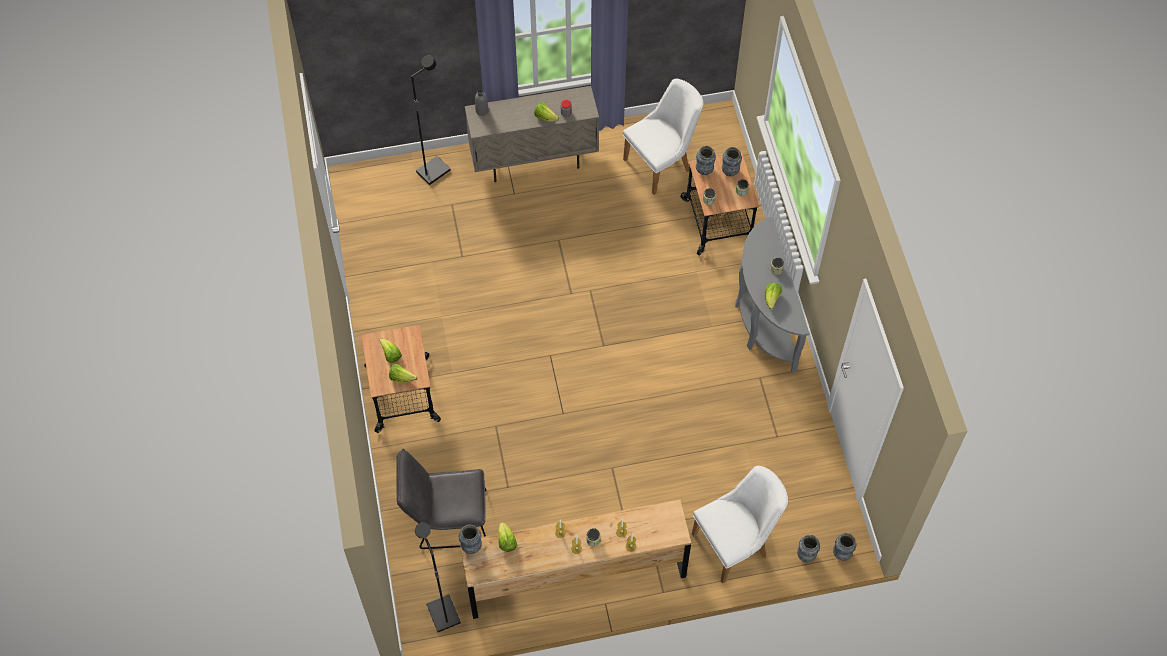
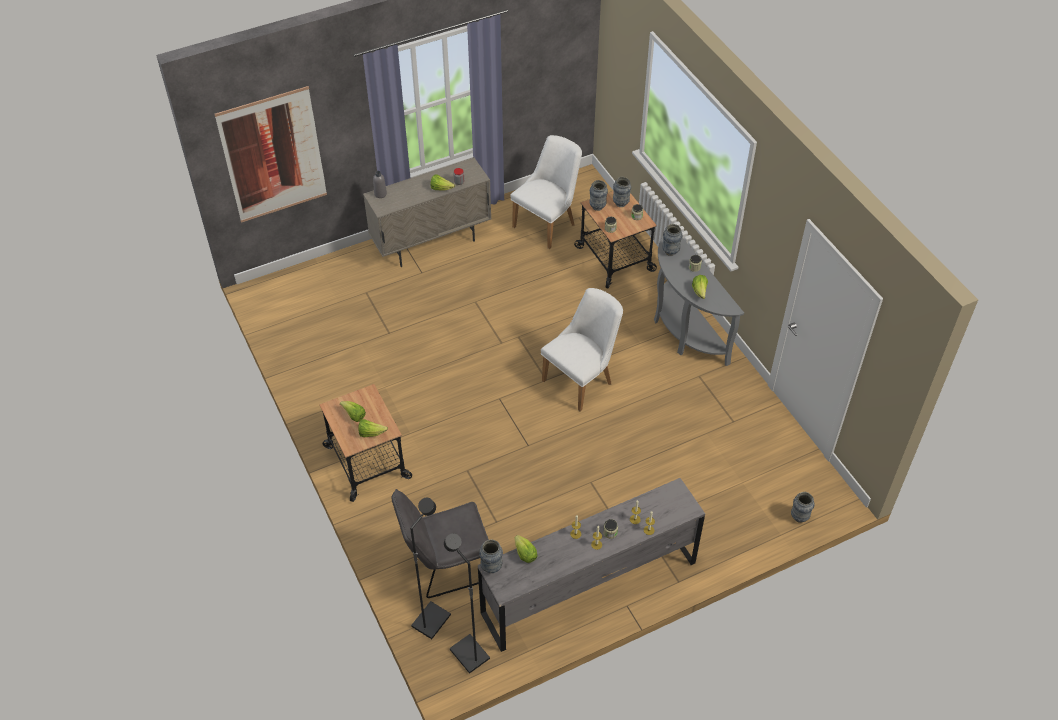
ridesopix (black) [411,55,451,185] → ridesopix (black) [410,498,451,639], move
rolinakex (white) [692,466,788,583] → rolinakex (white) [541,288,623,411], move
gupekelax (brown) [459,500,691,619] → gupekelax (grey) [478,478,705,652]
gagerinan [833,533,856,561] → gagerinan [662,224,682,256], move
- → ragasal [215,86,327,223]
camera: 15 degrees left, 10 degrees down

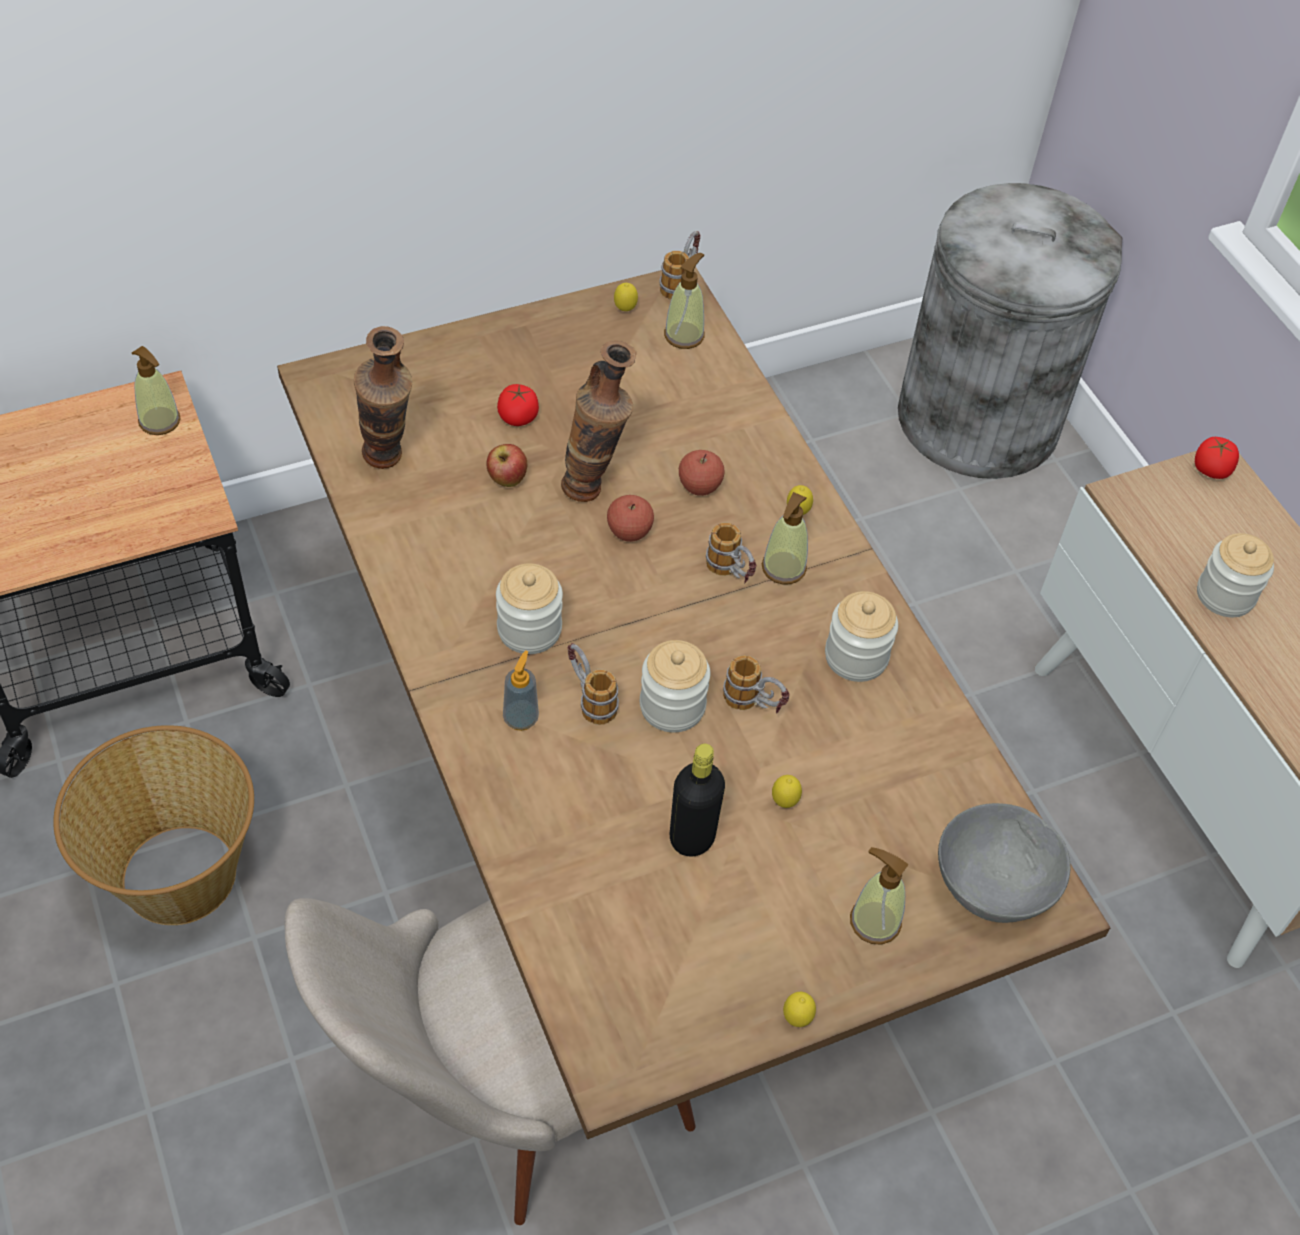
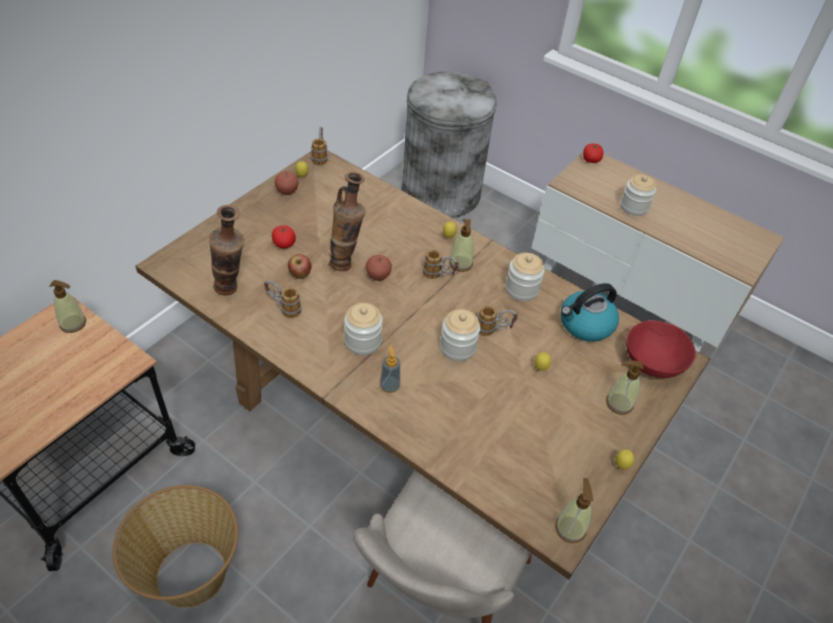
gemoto [664,253,705,349] → gemoto [555,478,593,543], move
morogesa [679,450,725,496] → morogesa [275,171,299,195], move
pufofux [568,643,619,725] → pufofux [264,280,301,318], move
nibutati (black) [670,744,725,857] → -
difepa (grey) [938,803,1070,923] → difepa (red) [626,320,696,378]
- → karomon [561,283,619,342]
camera: 30 degrees left, 5 degrees down

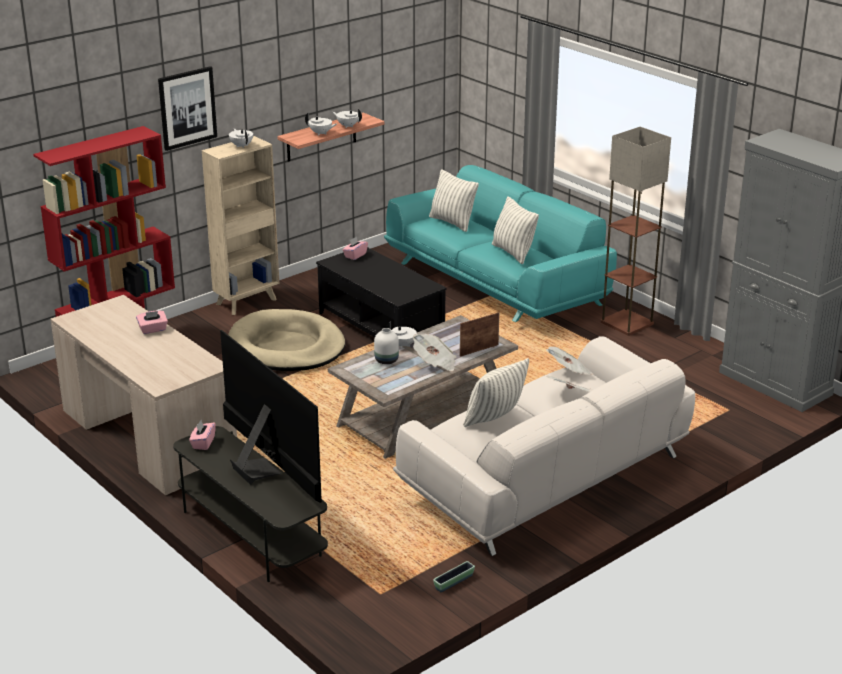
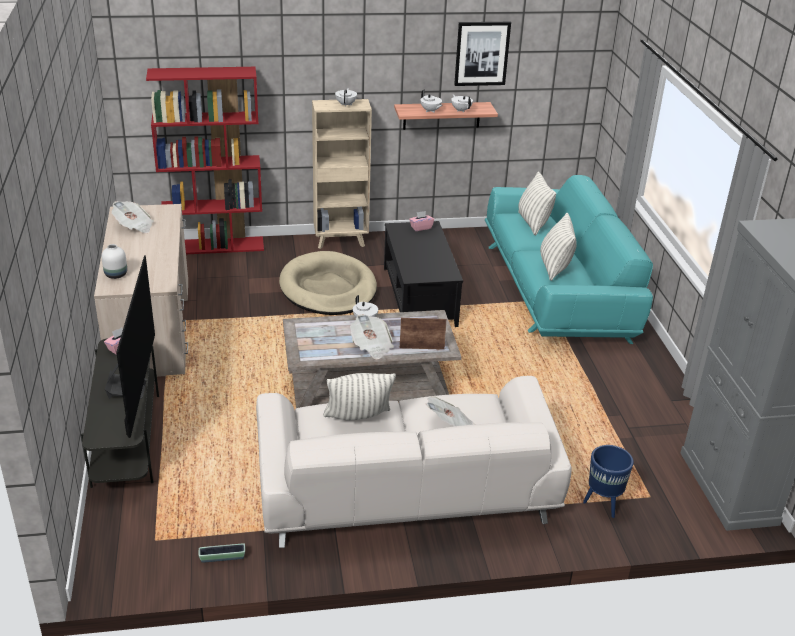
ragasal [158,66,217,151] → ragasal [454,22,511,86], move
ridesopix [601,127,671,336] → -
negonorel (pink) [136,310,168,334] → -
gagerinan (white) [374,328,399,364] → gagerinan (white) [101,244,127,279], move
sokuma [546,346,593,375] → sokuma [111,201,154,234], move
- → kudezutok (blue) [583,445,634,518]
camera: 30 degrees right, 5 degrees up

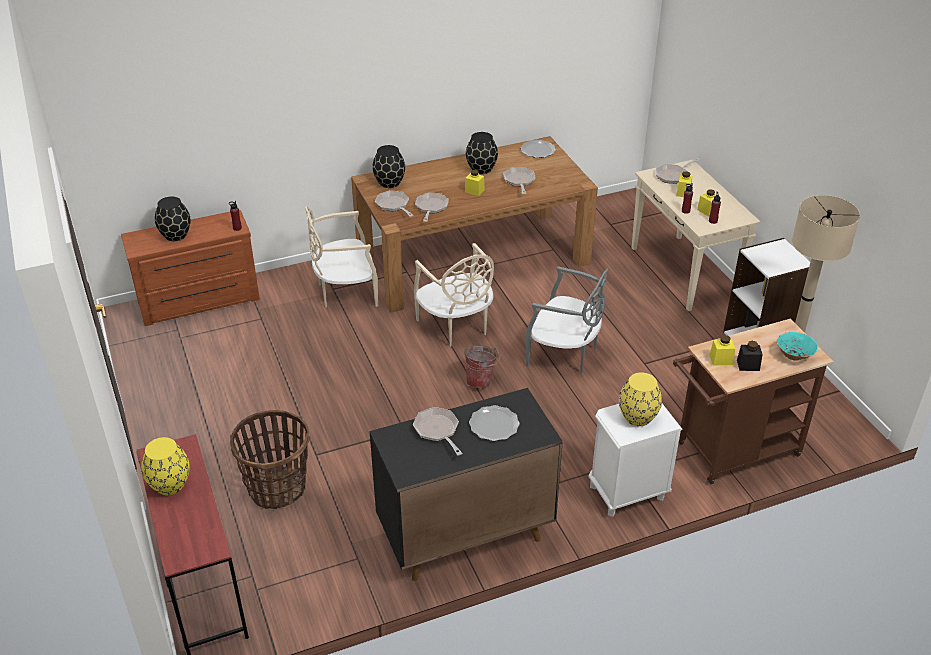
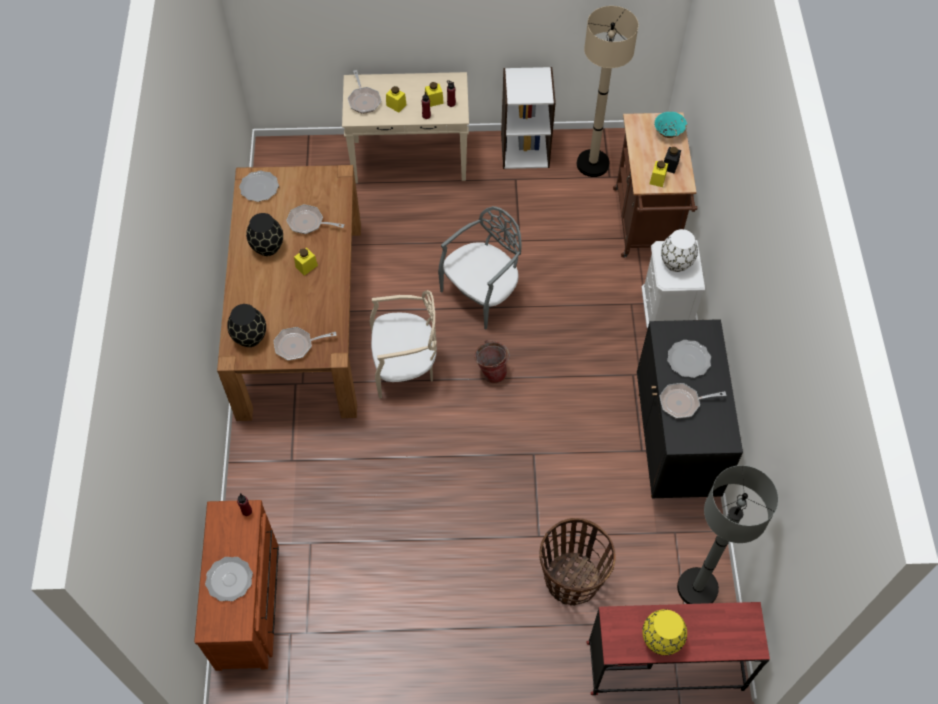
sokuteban [415,192,449,222] → -
gagerinan (black) [155,197,190,241] → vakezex [205,557,253,601]
rolinakex (beige) [305,206,378,307] → -
gagerinan (yellow) [619,372,662,426] → gagerinan (white) [661,229,698,272]
- → ridesopix (grey) [677,465,778,604]
camera: 70 degrees left, 20 degrees up

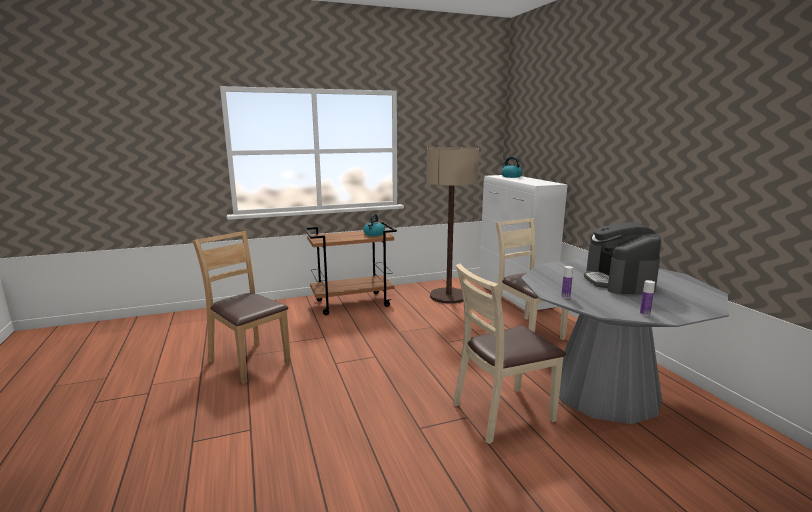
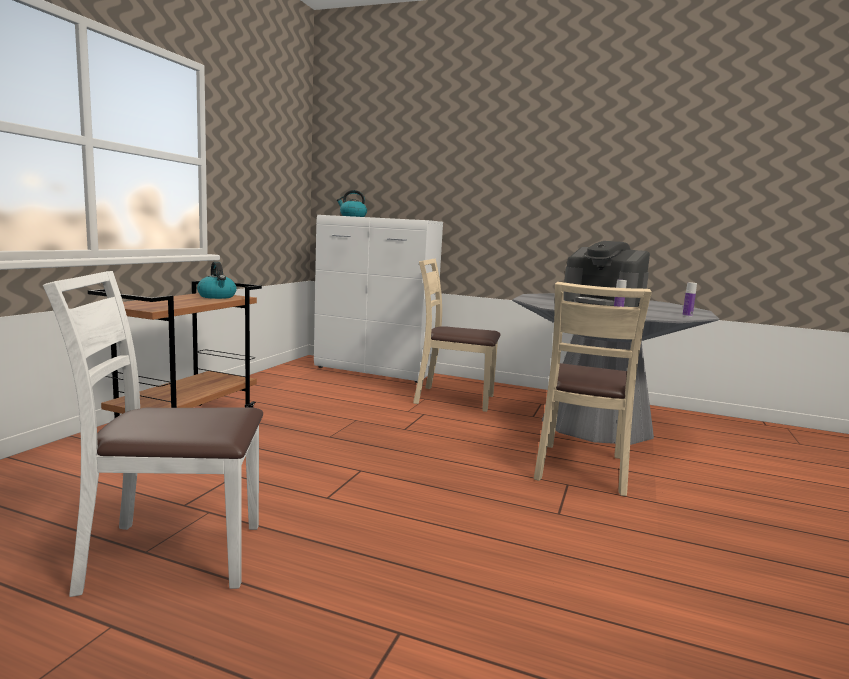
ridesopix [426,147,479,304] → -
rolinakex (brown) [193,231,291,384] → rolinakex (white) [43,271,263,597]
camera: 50 degrees left, 5 degrees down

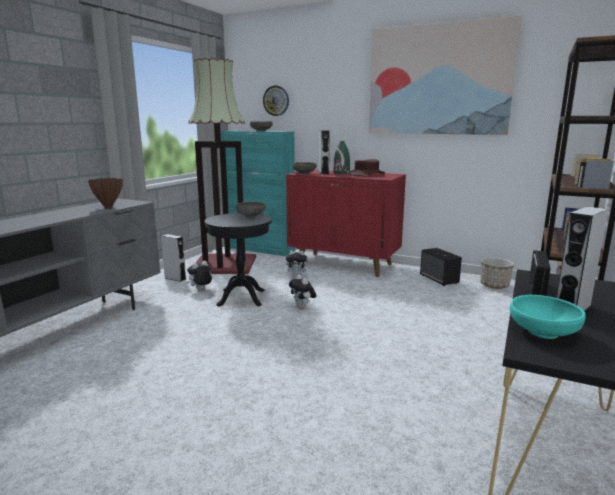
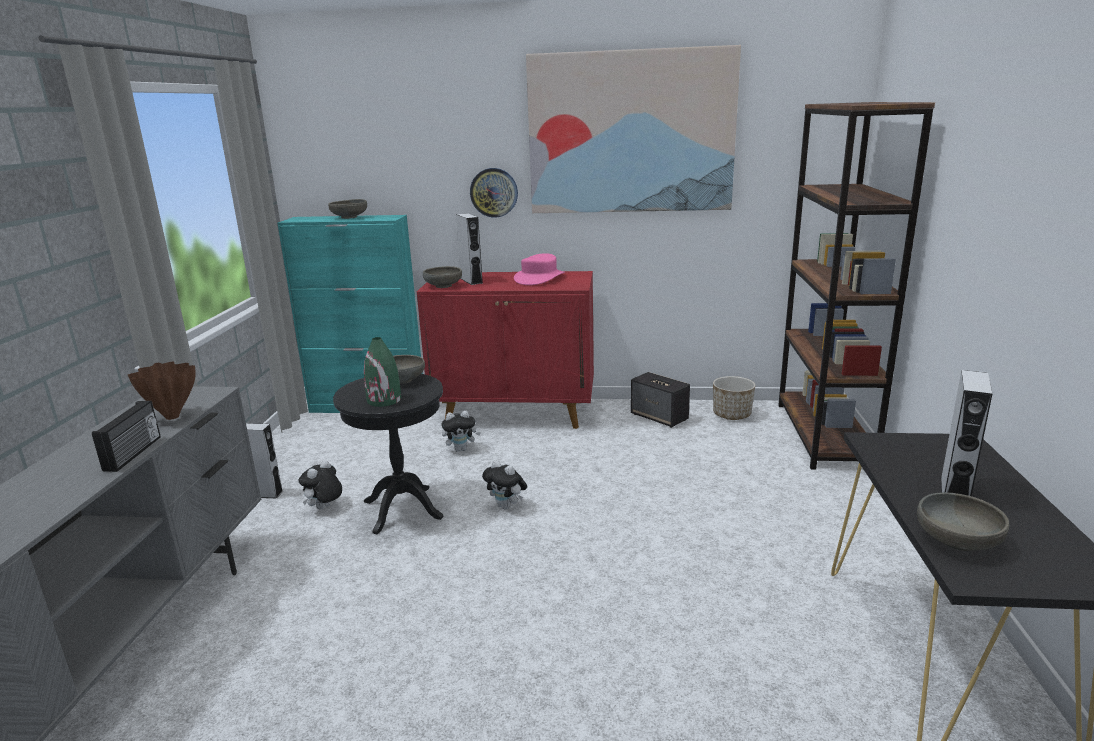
ridesopix [188,58,256,274] → -
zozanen [263,86,289,116] → zozanen [470,168,518,218], move
gagerinan (green) [334,141,350,174] → gagerinan (green) [364,337,401,407], move
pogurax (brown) [348,159,385,176] → pogurax (pink) [514,253,565,285]
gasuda [529,250,551,296] → gasuda [92,401,161,472], move
difepa (turquoise) [510,295,586,339] → difepa (grey) [917,493,1009,551]
camera: 20 degrees left, 5 degrees up

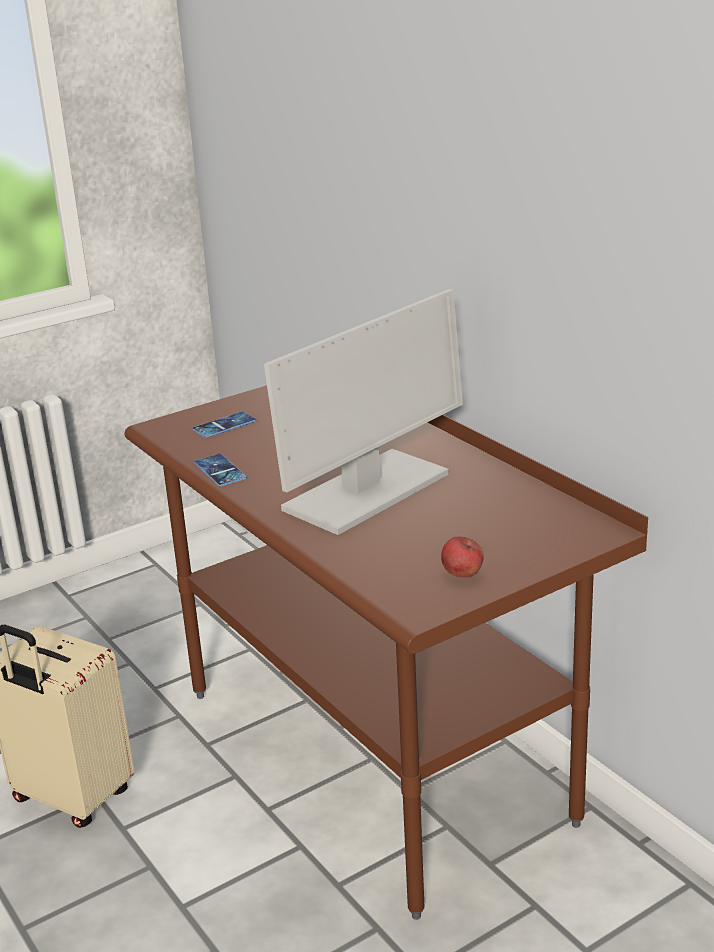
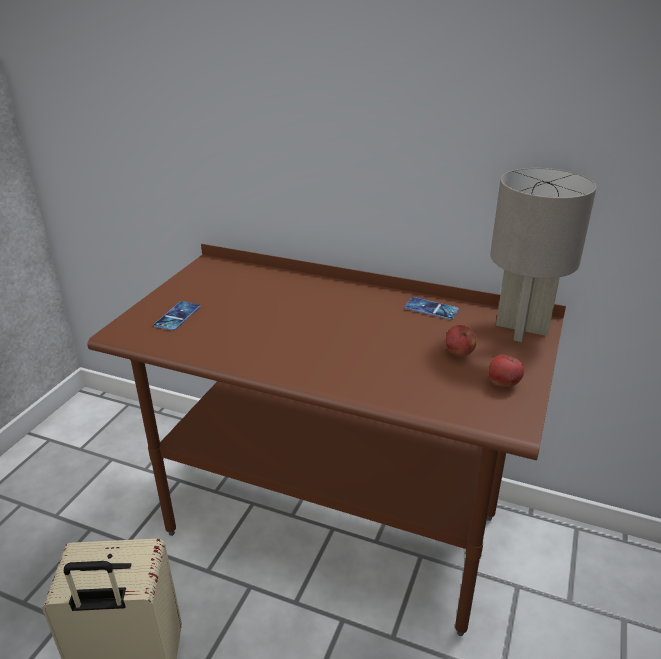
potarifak [264,289,463,535] → -
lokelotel [194,454,247,486] → lokelotel [404,297,459,320], move
- → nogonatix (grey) [490,168,596,342]
- → morogesa [446,325,477,356]
camera: 35 degrees left, 5 degrees up

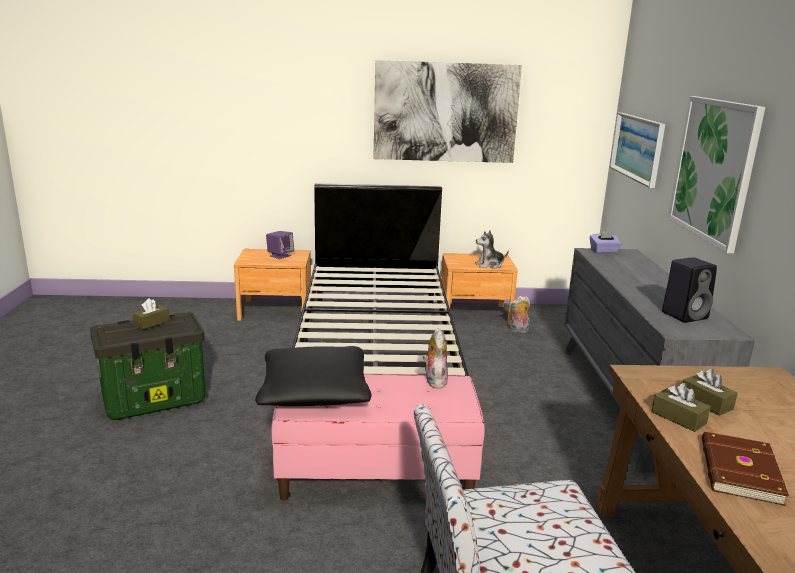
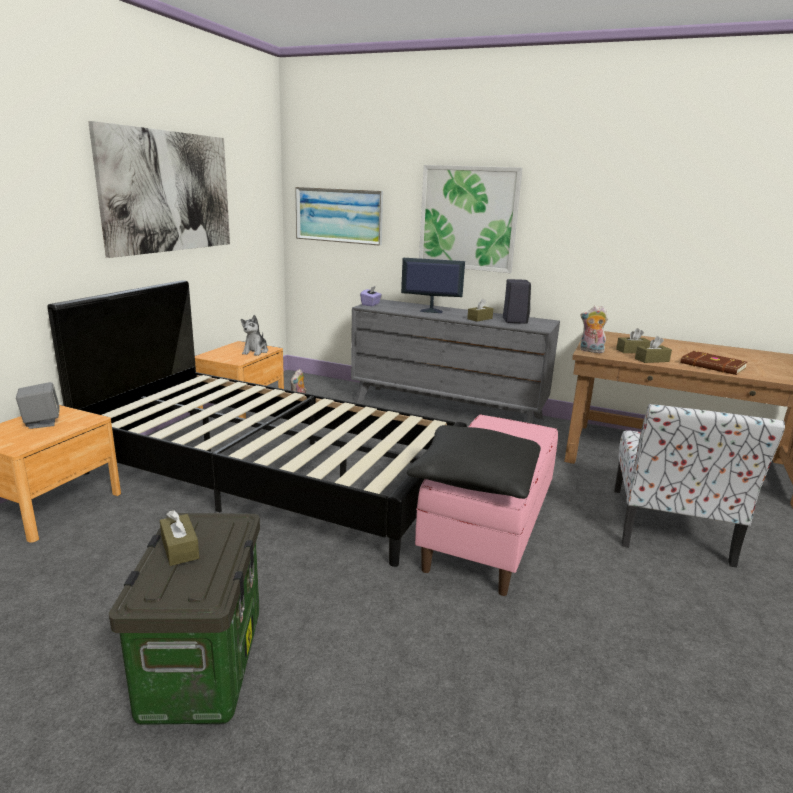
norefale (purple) [266,231,294,259] → norefale (grey) [16,382,60,429]
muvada [423,328,448,389] → muvada [580,305,608,353], move
- → potarifak [401,258,465,313]
- → negonorel (brown) [467,298,493,322]
camera: 65 degrees left, 0 degrees up

